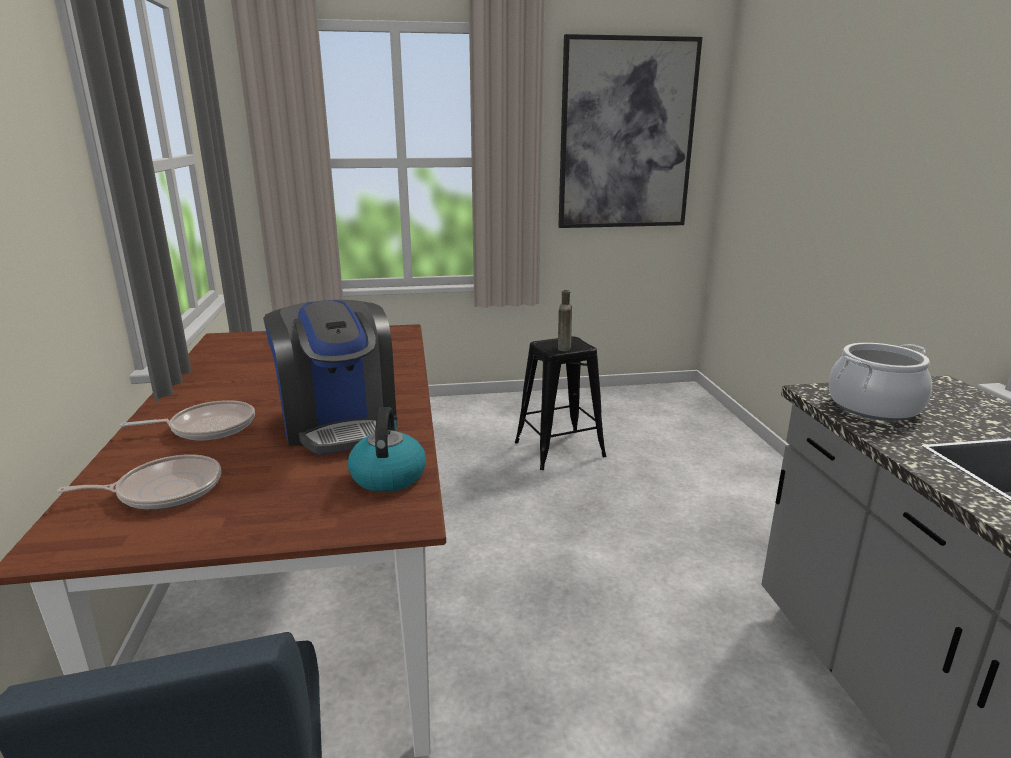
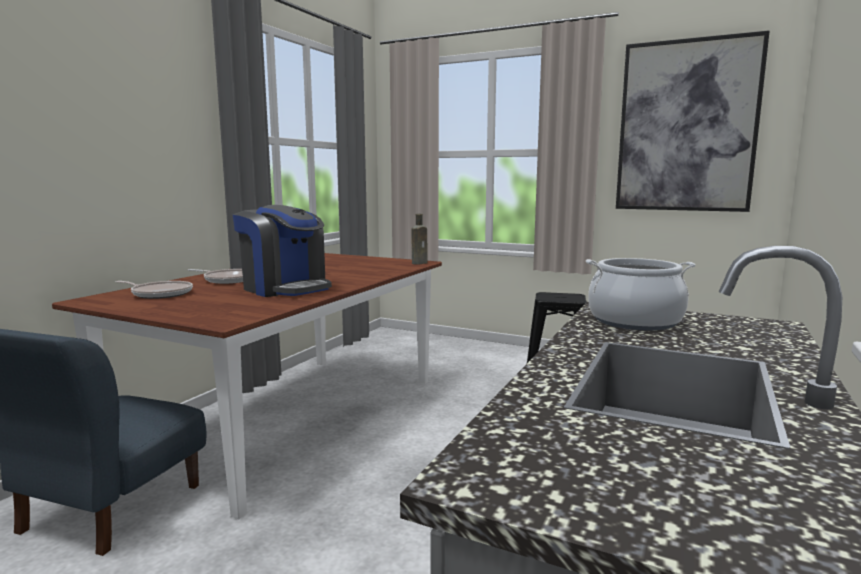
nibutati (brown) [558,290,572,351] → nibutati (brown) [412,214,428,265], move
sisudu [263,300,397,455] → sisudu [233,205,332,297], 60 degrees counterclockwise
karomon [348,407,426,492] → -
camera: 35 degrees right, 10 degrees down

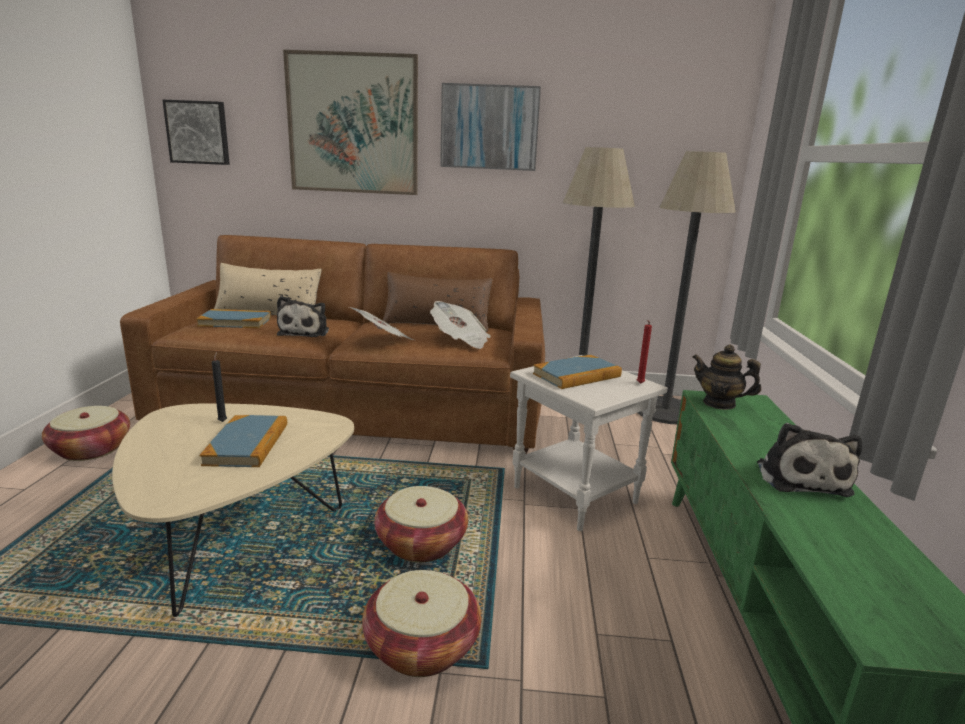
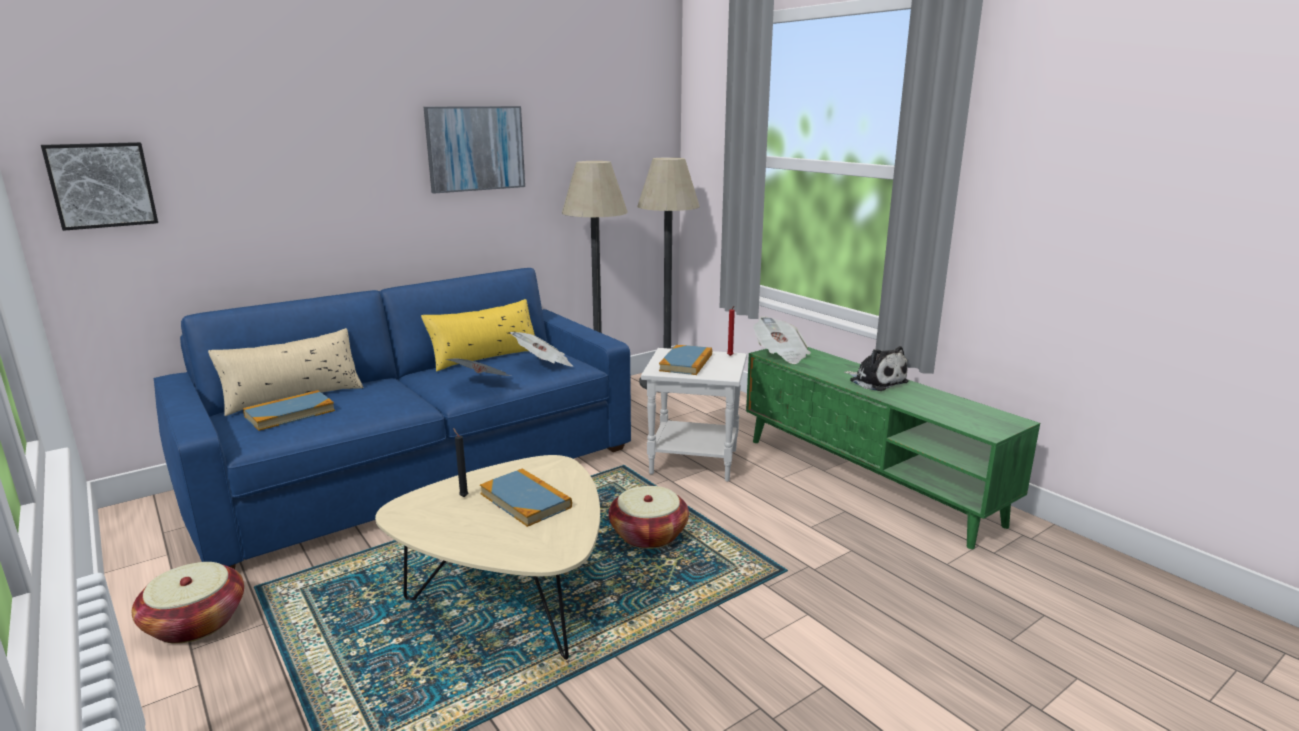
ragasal [283,50,418,195] → -
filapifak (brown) [120,235,545,454] → filapifak (blue) [153,268,631,569]
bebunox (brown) [382,272,492,331] → bebunox (yellow) [421,299,535,372]
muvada [277,296,329,337] → -
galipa [692,345,761,410] → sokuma [753,316,811,364]
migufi [362,570,481,677] → -
camera: 40 degrees left, 0 degrees up

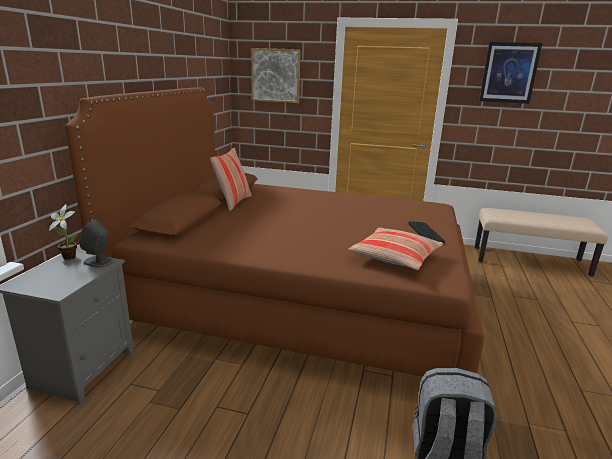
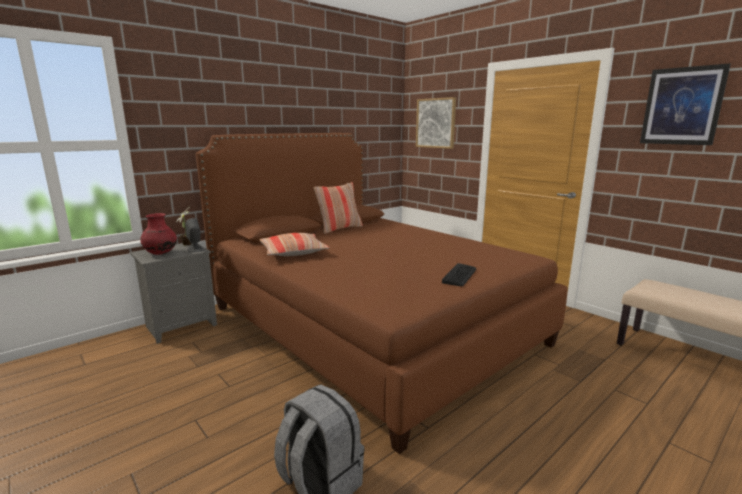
bebunox [348,227,443,270] → bebunox [259,233,329,256], move
- → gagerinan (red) [140,213,177,255]
camera: 35 degrees right, 5 degrees down

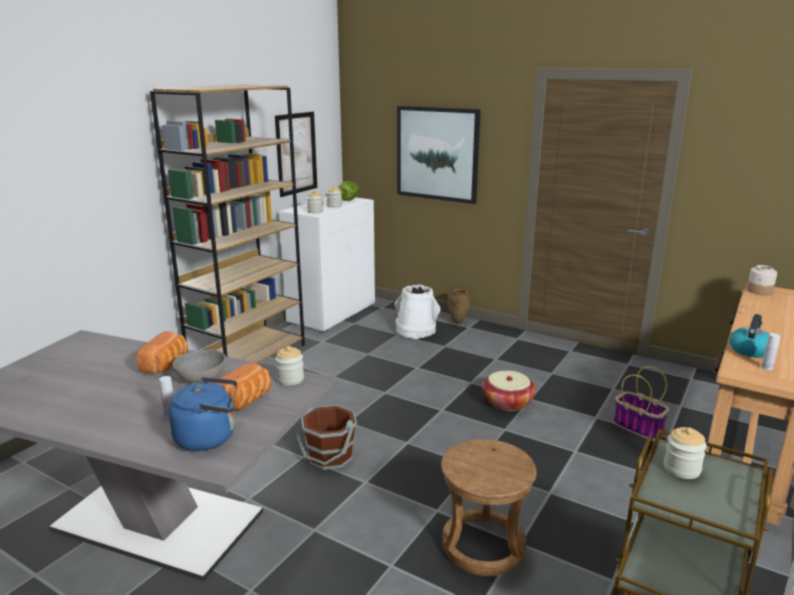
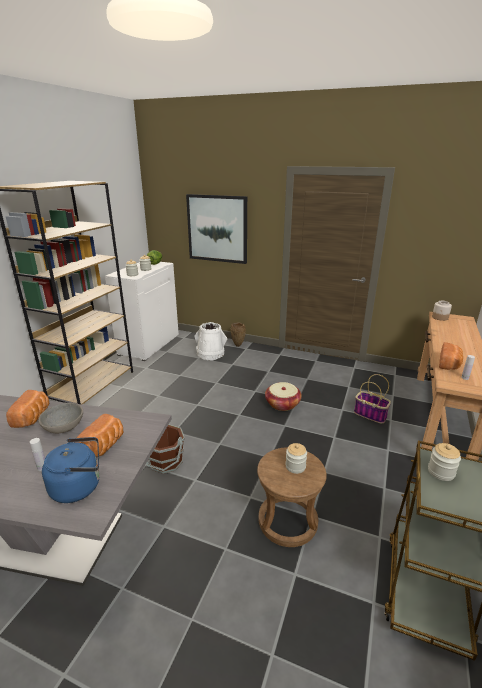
ragasal [275,112,317,197] → -
karomon [729,314,769,357] → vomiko [439,342,463,370]
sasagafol [275,346,304,385] → sasagafol [285,443,307,474], move
camera: 10 degrees left, 5 degrees up

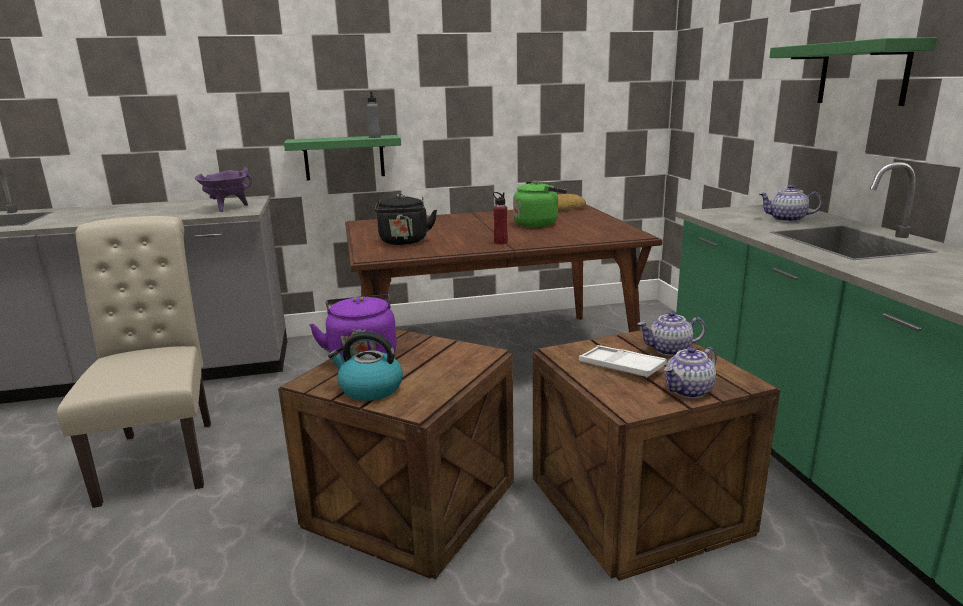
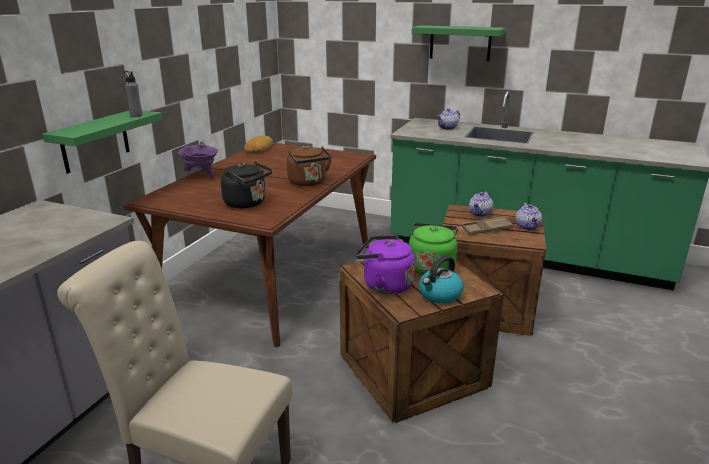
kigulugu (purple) [195,168,252,212] → kigulugu (purple) [178,141,218,178], move
karomon (green) [513,181,567,227] → karomon (green) [398,223,458,275], move
nibutati (red) [493,192,508,244] → karomon (brown) [287,145,332,186]
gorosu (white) [579,345,666,378] → gorosu (brown) [462,216,513,235]
camera: 55 degrees left, 5 degrees up

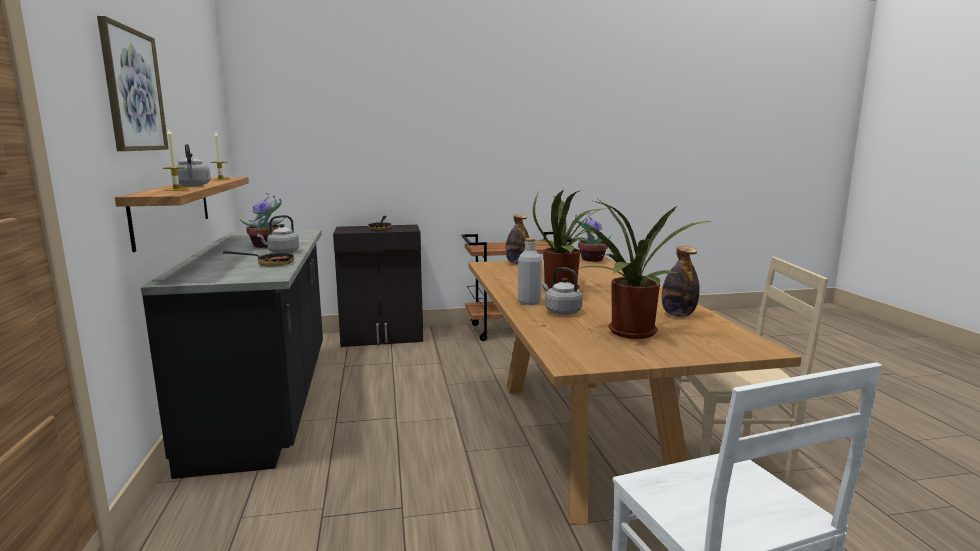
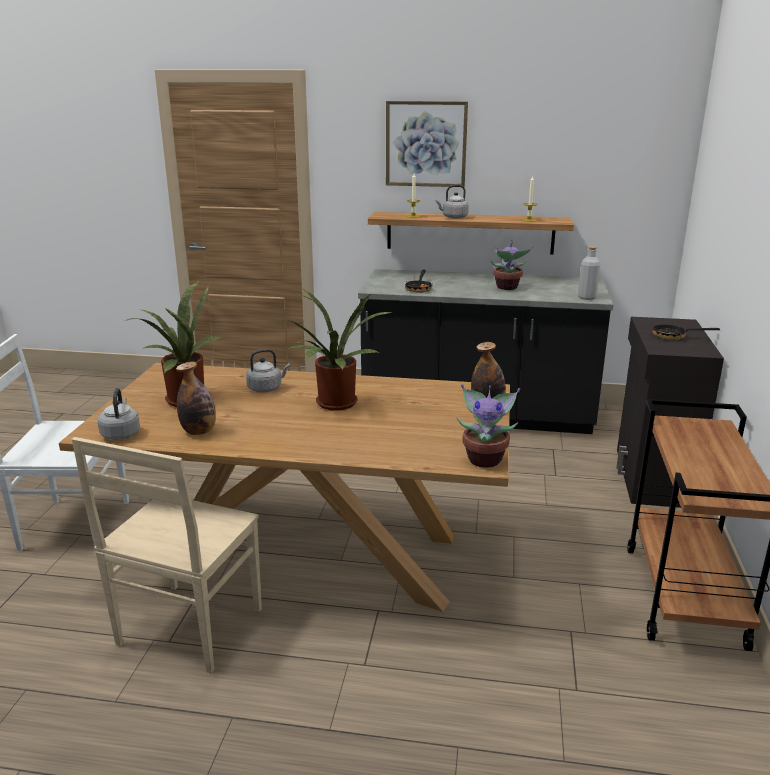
karomon (grey) [257,215,299,253] → karomon (grey) [98,388,140,440], move
nibutati (grey) [518,238,542,305] → nibutati (grey) [578,246,600,300], move
camera: 110 degrees right, 10 degrees up

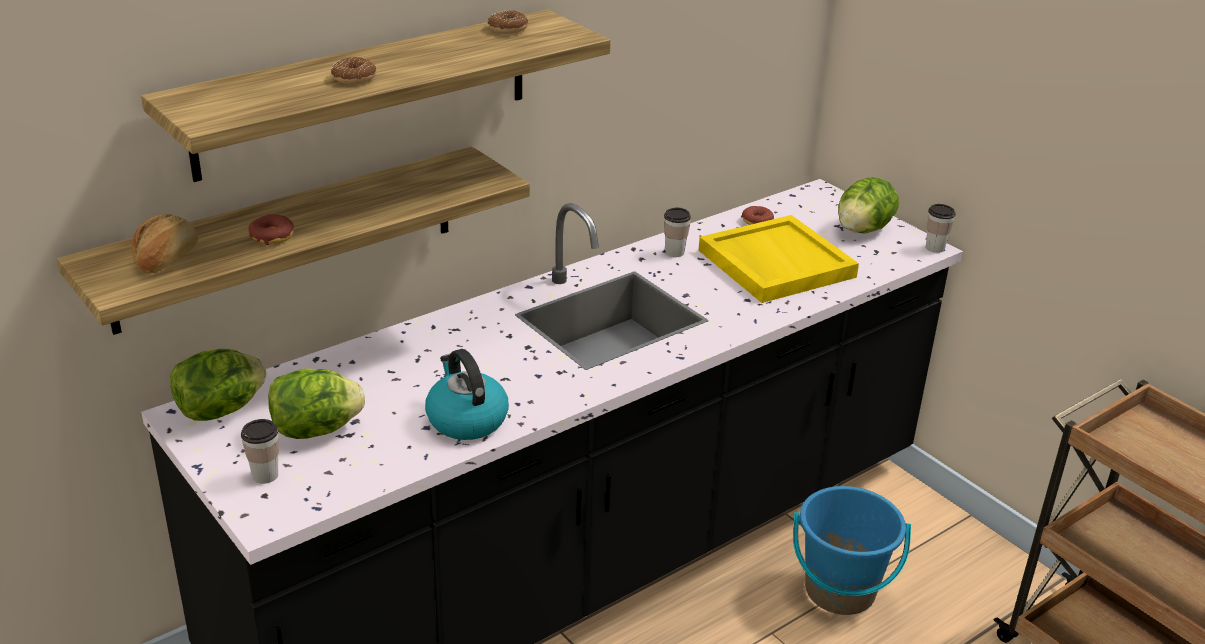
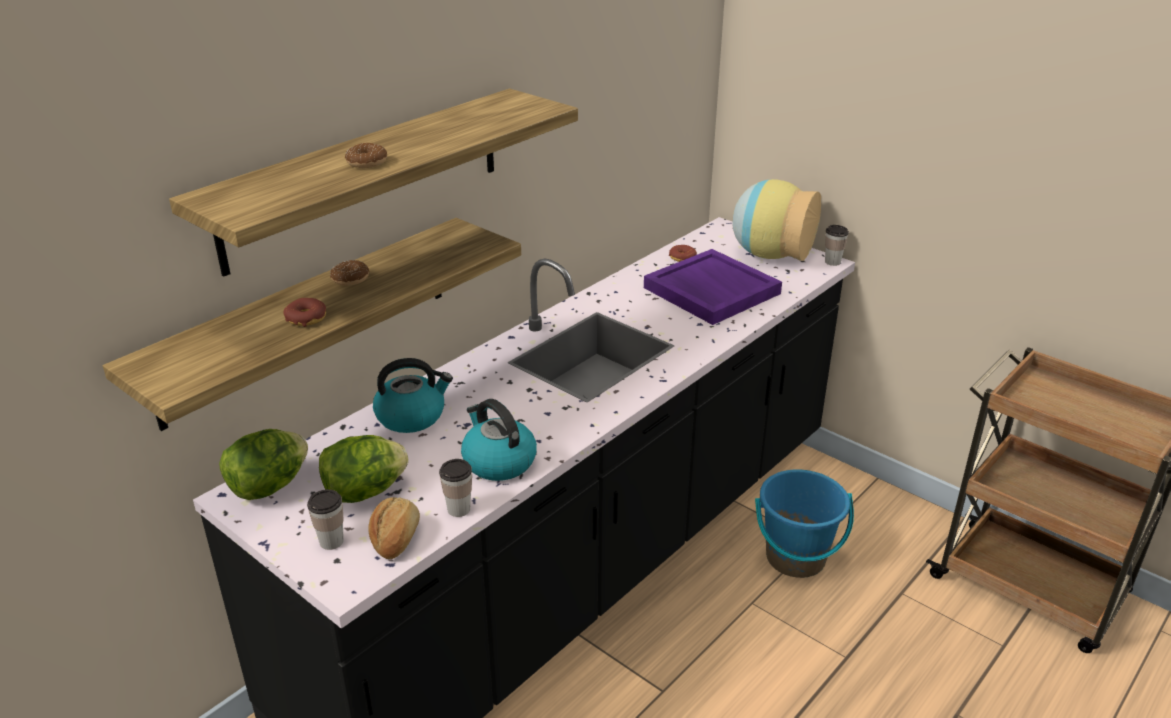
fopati [488,10,528,34] → fopati [330,260,369,286], move
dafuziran [838,177,899,234] → gagerinan [732,179,821,261]
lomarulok [664,208,691,257] → lomarulok [439,459,472,517], move
vomiko [132,214,198,274] → vomiko [368,497,420,559], move
gorosu (yellow) [699,215,859,303] → gorosu (purple) [644,249,782,325]
- → karomon [373,358,453,433]
camera: 10 degrees left, 0 degrees up

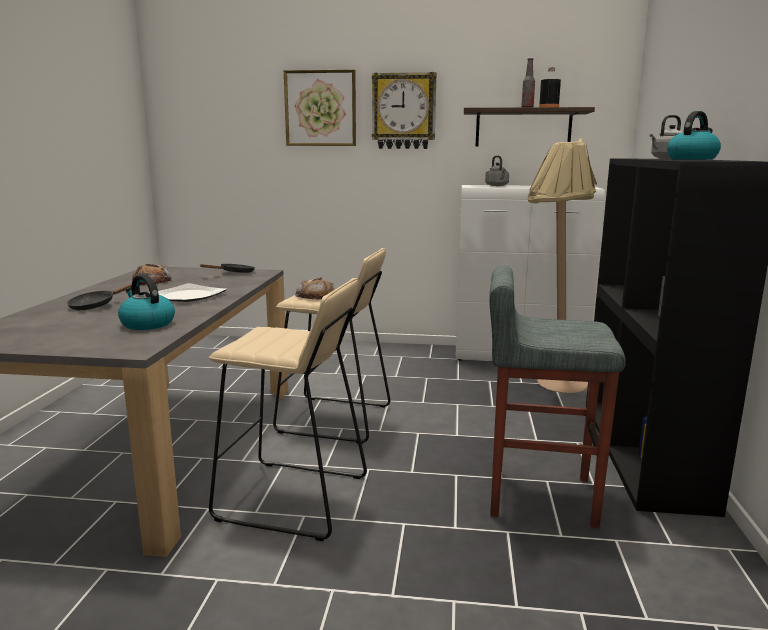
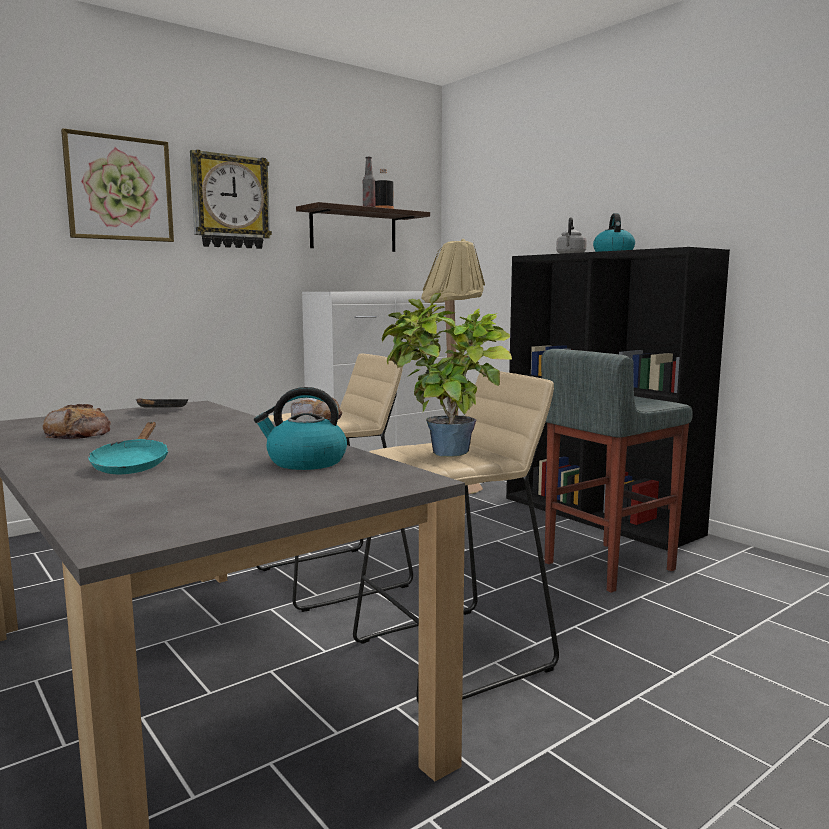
karomon (grey) [485,156,509,186] → -
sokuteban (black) [67,283,132,310] → sokuteban (turquoise) [88,422,168,474]
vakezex [158,283,227,302] → -
- → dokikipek [382,293,512,457]
camera: 45 degrees left, 5 degrees down

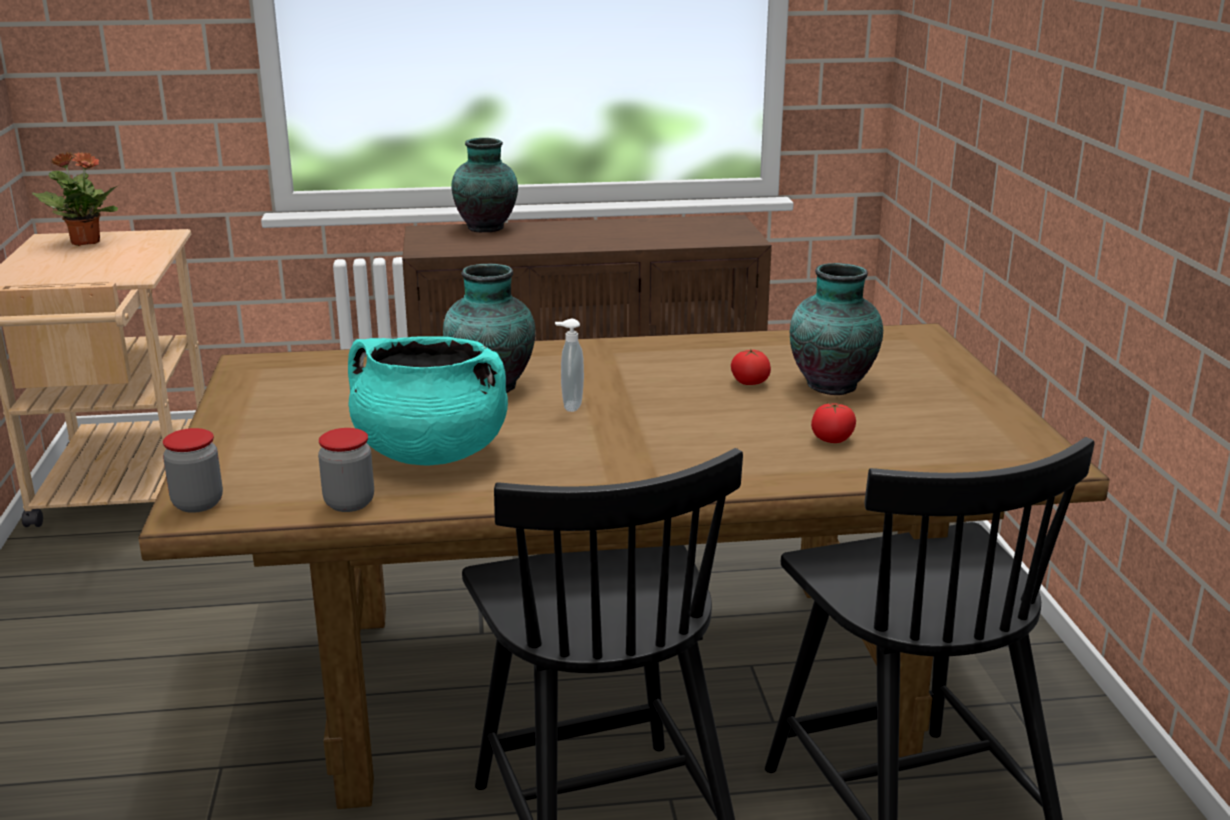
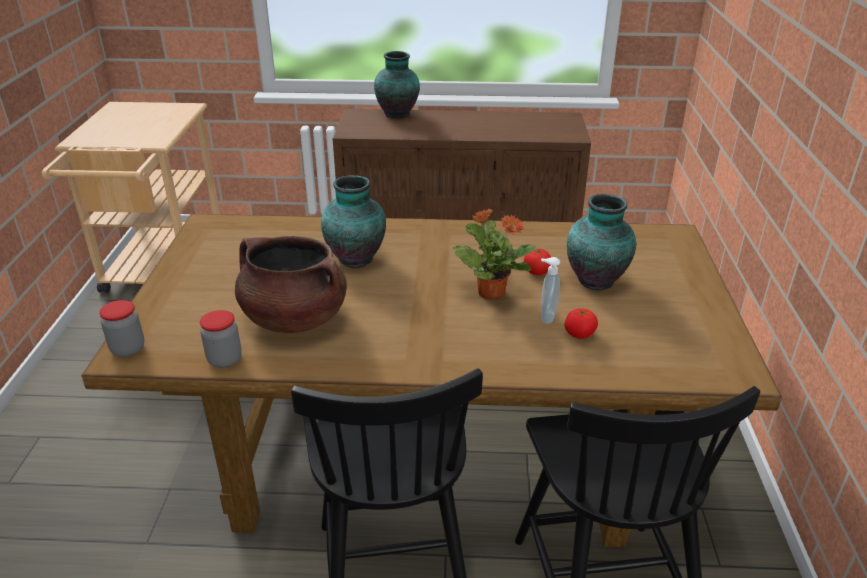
dokikipek [32,151,118,246] → dokikipek [453,208,537,300], move
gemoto [555,319,584,412] → gemoto [541,257,560,324], move
kigulugu (turquoise) [348,336,508,466] → kigulugu (brown) [235,236,347,333]
camera: 10 degrees right, 10 degrees up

